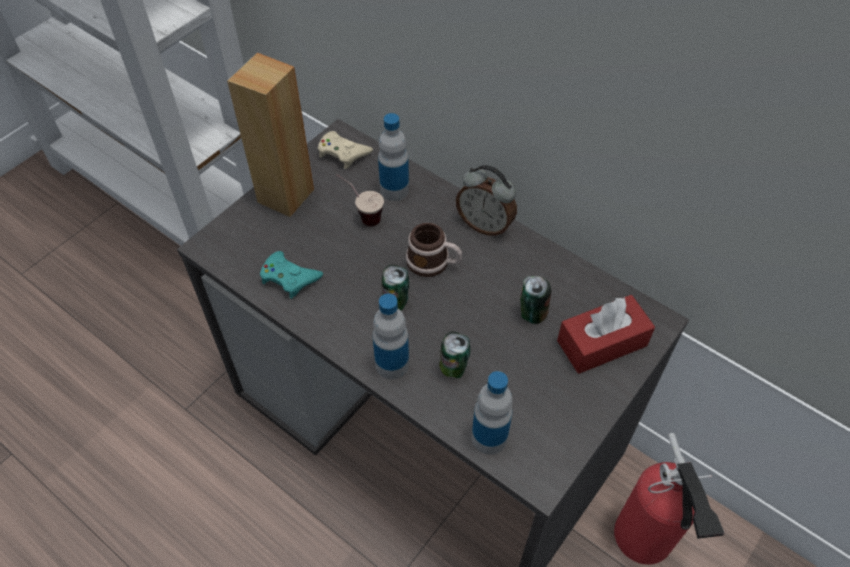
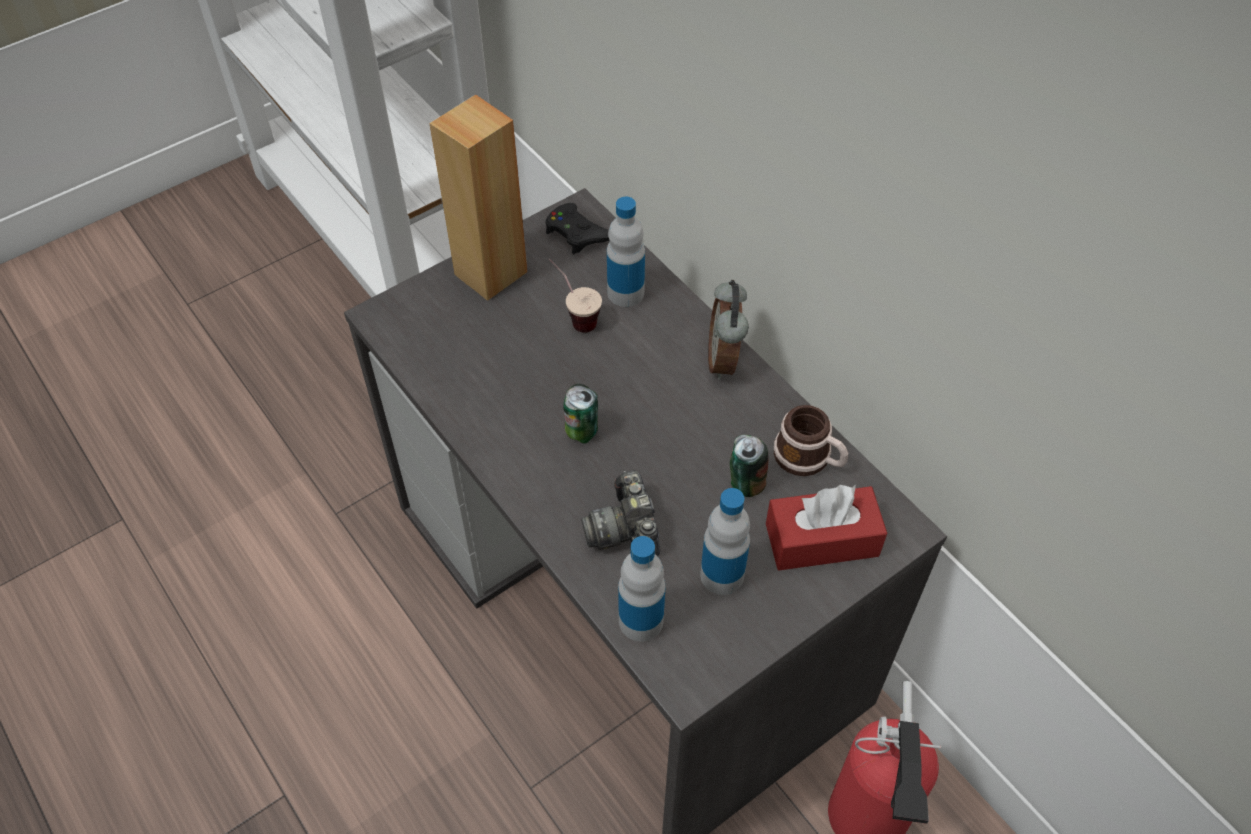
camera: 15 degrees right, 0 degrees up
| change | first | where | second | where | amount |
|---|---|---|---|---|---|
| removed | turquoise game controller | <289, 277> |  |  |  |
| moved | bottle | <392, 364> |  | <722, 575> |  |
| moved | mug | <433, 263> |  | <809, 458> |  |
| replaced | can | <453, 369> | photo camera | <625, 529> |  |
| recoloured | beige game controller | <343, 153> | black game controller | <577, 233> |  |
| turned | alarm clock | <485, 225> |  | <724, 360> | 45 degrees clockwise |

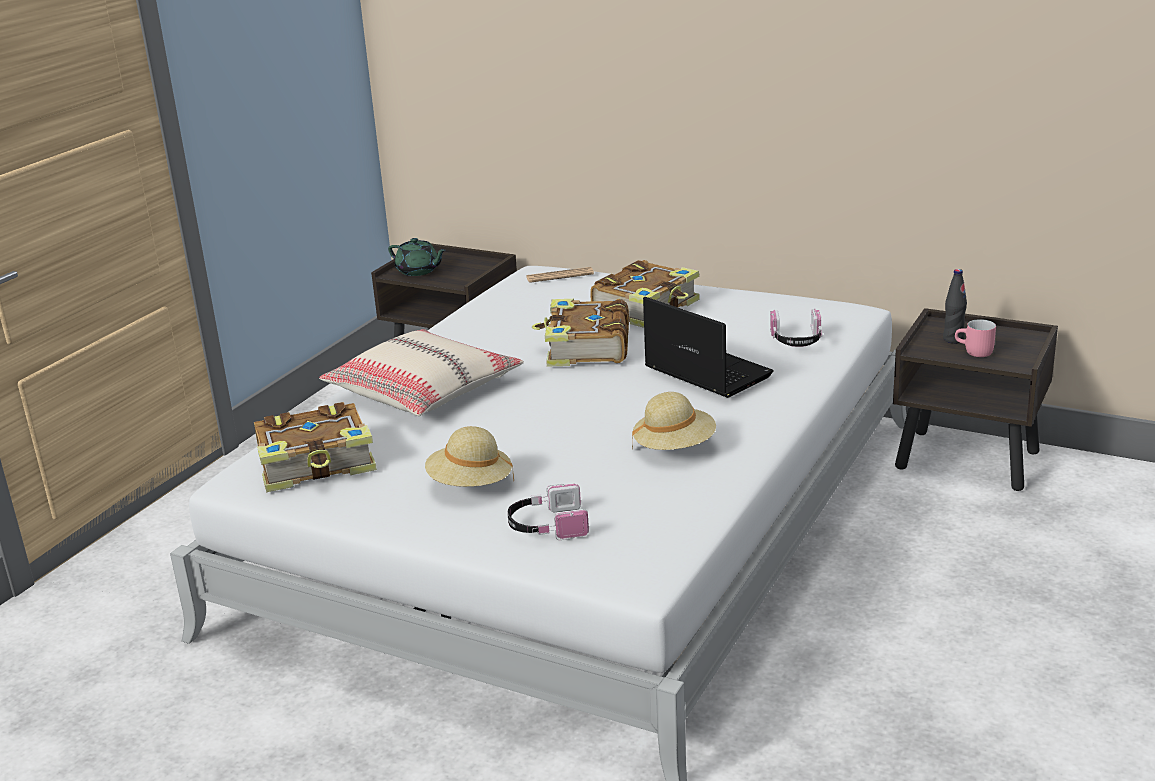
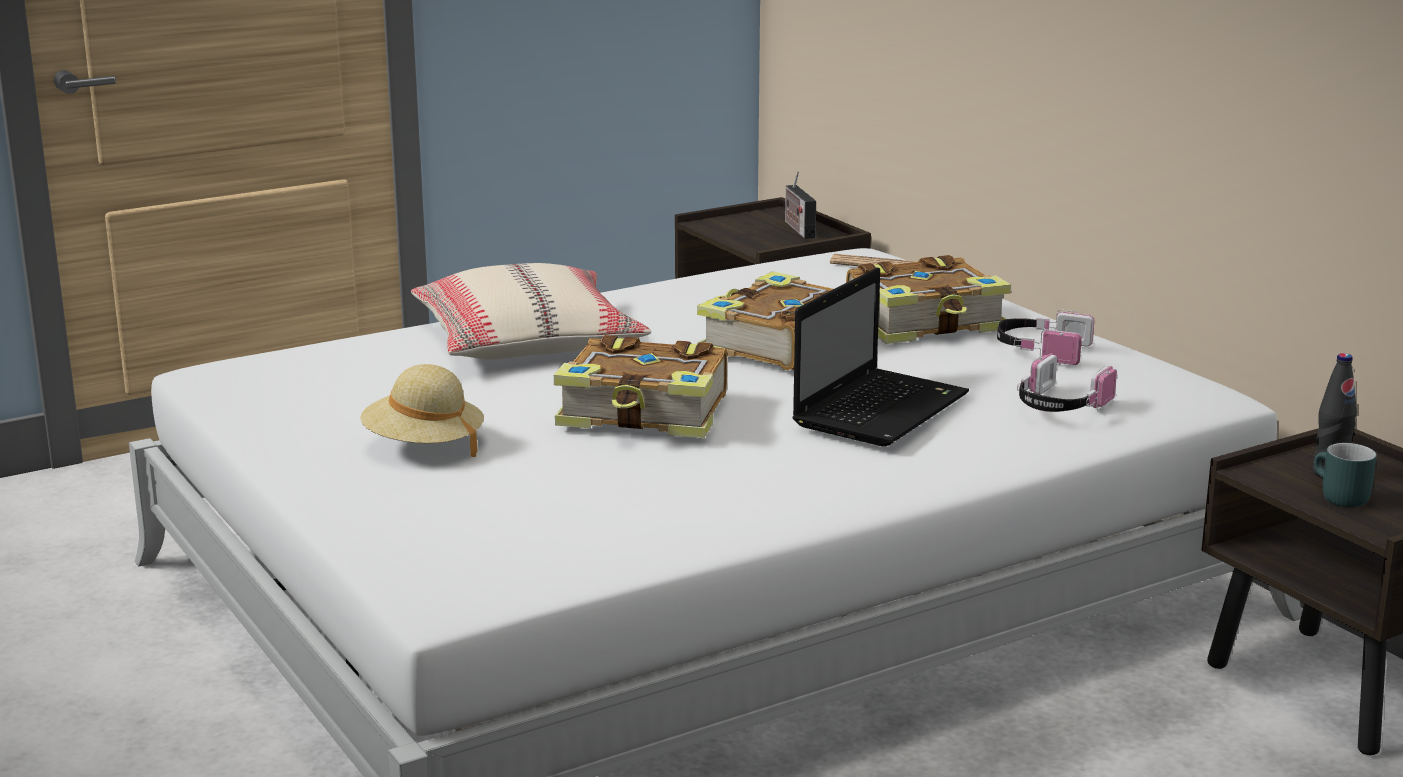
camera: 30 degrees right, 5 degrees down
| change | first | where | second | where | amount |
|---|---|---|---|---|---|
| removed | green teapot | <418, 271> |  |  |  |
| removed | beige hat | <674, 447> |  |  |  |
| added |  |  | radio | <797, 229> |  |
| moved | book | <317, 463> |  | <646, 413> |  |
| moved | headphones | <547, 526> |  | <1041, 351> |  |
| recoloured | pink mug | <974, 352> | turquoise mug | <1336, 497> |  |
| turned | laptop | <705, 372> |  | <881, 409> | 45 degrees clockwise |

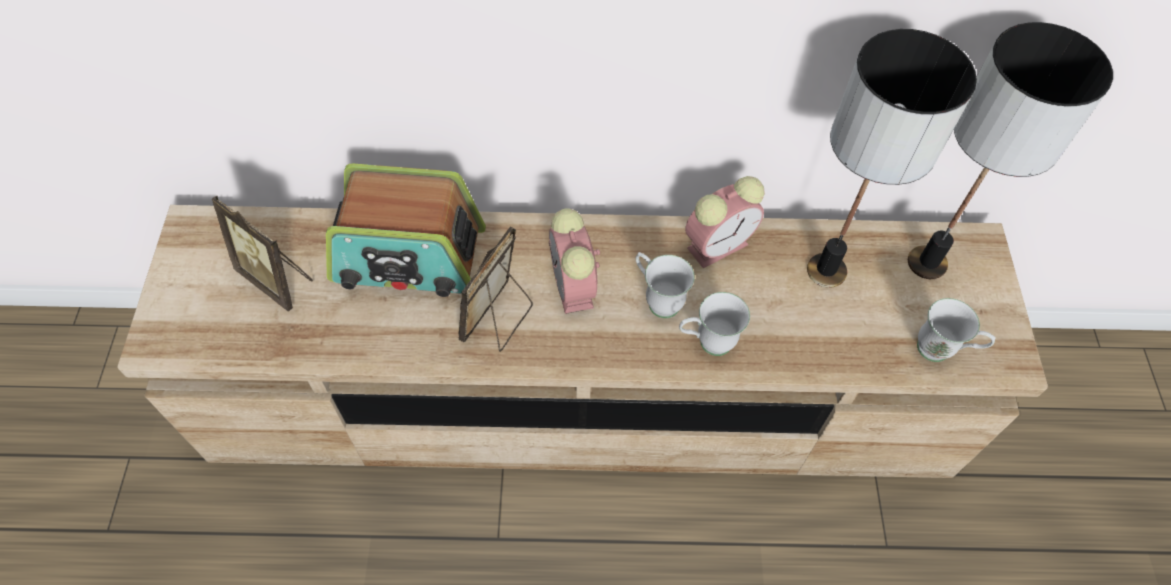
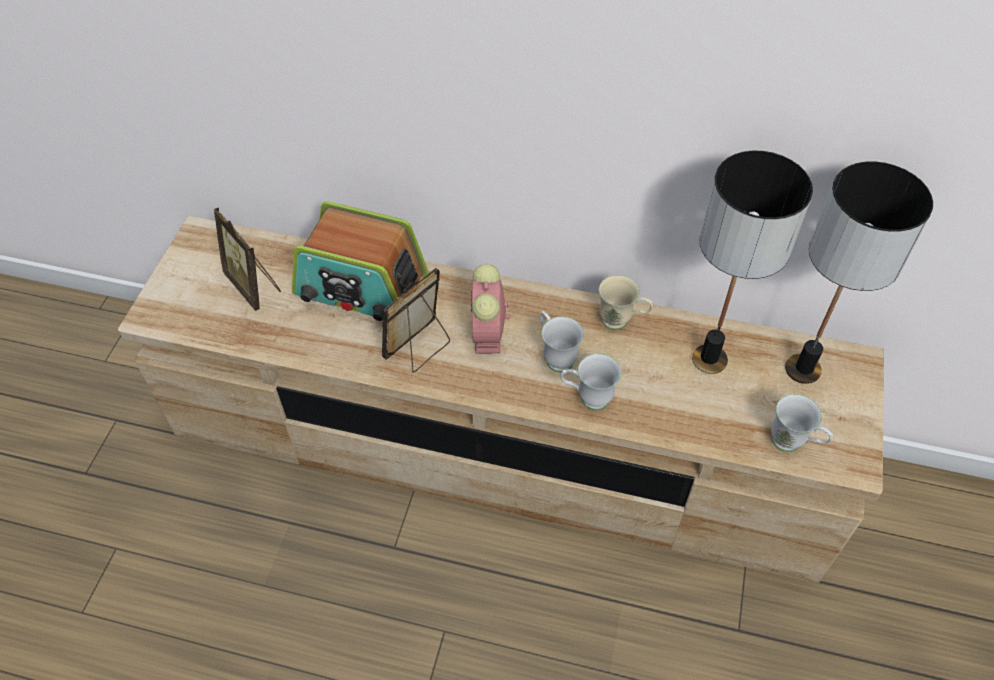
camera: 15 degrees right, 5 degrees down
| change | first | where | second | where | amount |
|---|---|---|---|---|---|
| replaced | alarm clock | <719, 244> | beige mug | <621, 322> |  |

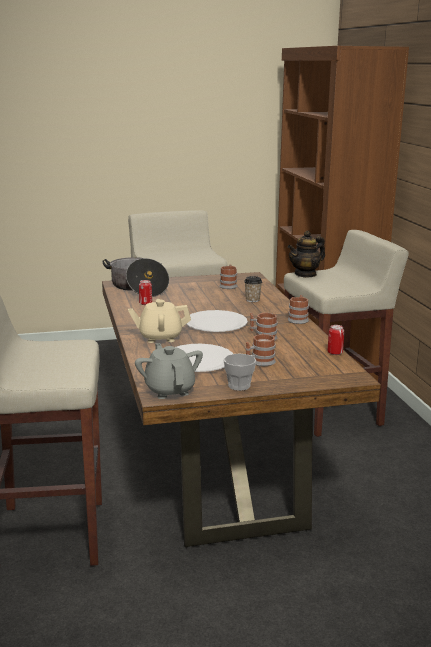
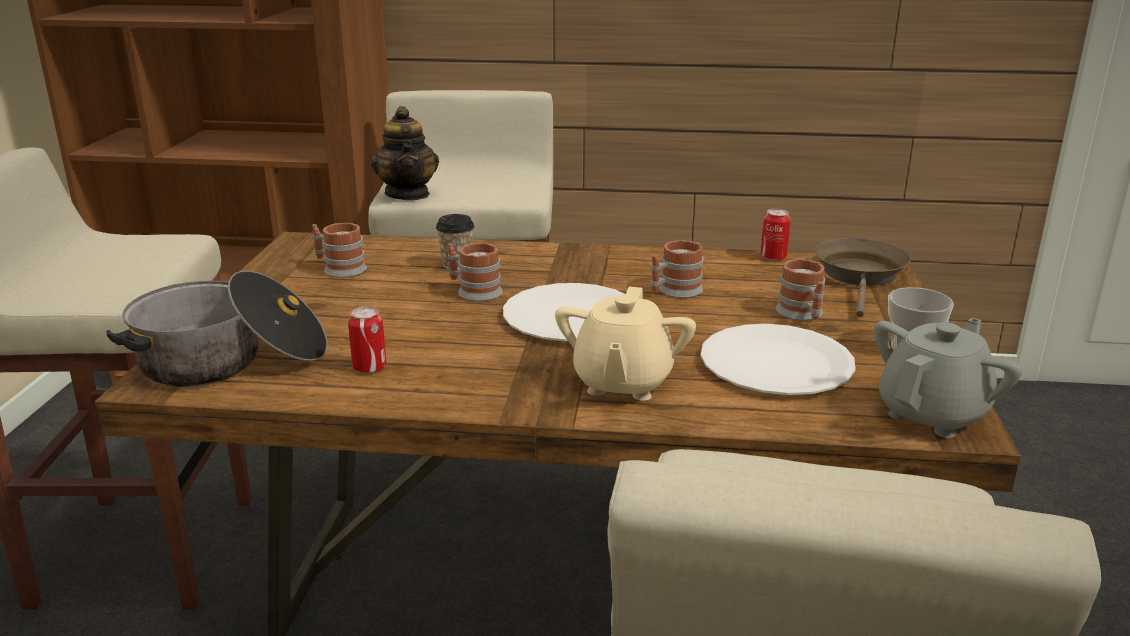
camera: 70 degrees left, 5 degrees up
| change | first | where | second | where | amount |
|---|---|---|---|---|---|
| added |  |  | brown frying pan | <860, 276> |  |
| moved | mug | <298, 319> |  | <473, 291> |  |
| turned | grey teapot | <169, 390> |  | <933, 414> | 135 degrees clockwise |

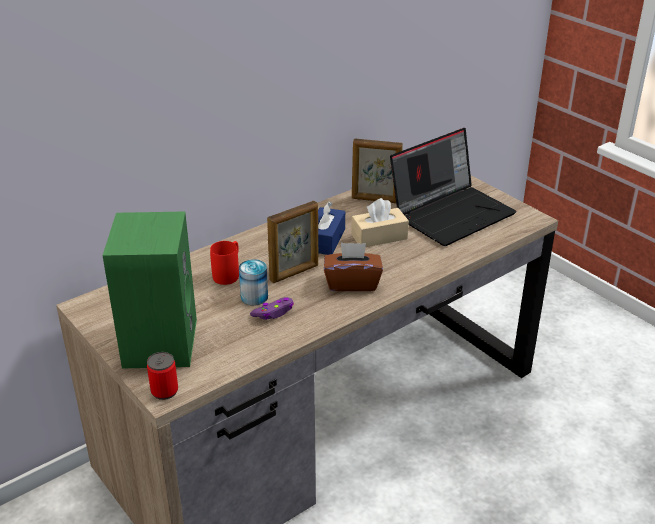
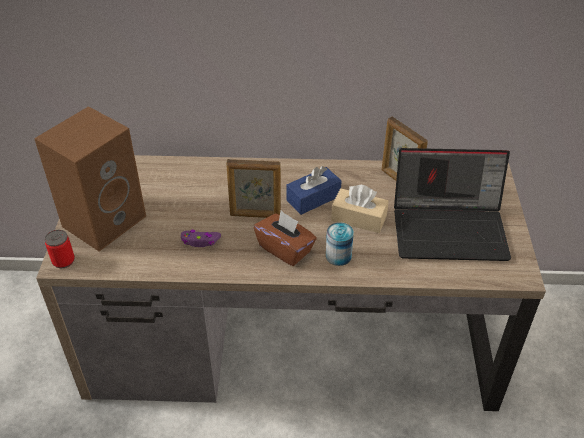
camera: 40 degrees right, 10 degrees up
| change | first | where | second | where | amount |
|---|---|---|---|---|---|
| removed | red mug | <229, 274> |  |  |  |
| moved | can | <254, 297> |  | <338, 256> |  |
| recoloured | green speaker | <158, 342> | brown speaker | <104, 219> |  |

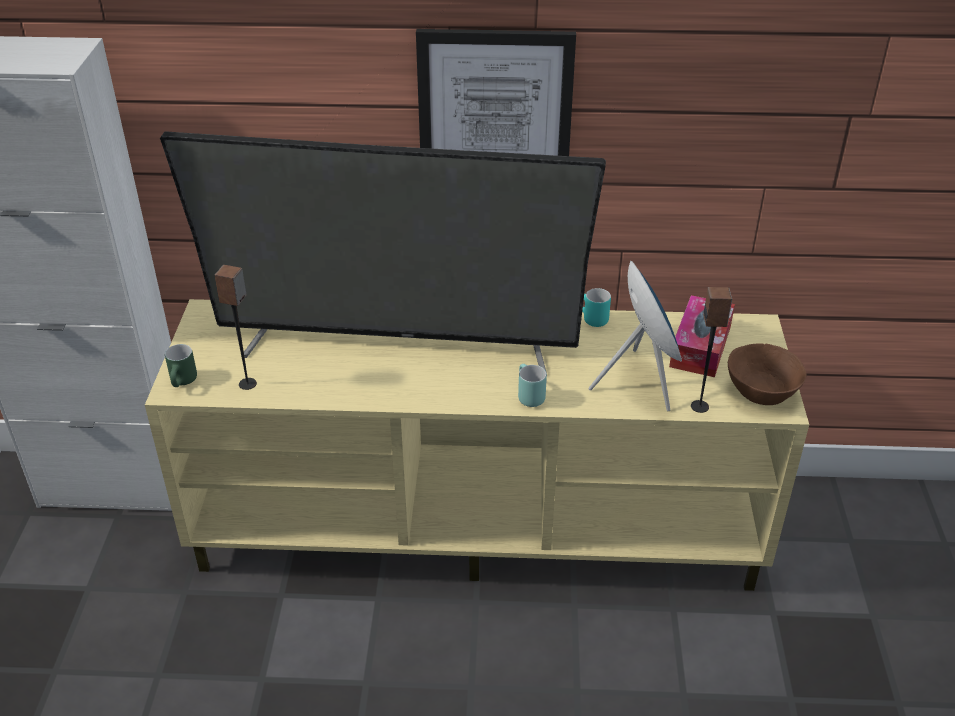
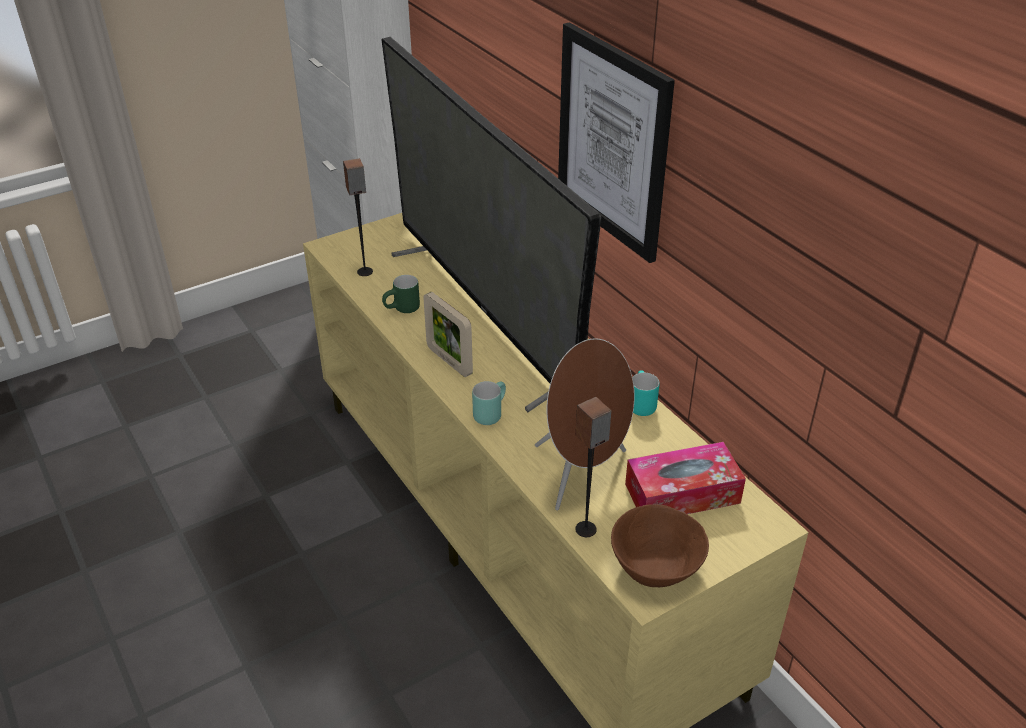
camera: 55 degrees right, 0 degrees up
| change | first | where | second | where | amount |
|---|---|---|---|---|---|
| added |  |  | picture frame | <449, 361> |  |
| moved | green mug | <184, 382> |  | <403, 310> |  |
| recoloured | blue speaker | <640, 381> | brown speaker | <582, 473> |  |

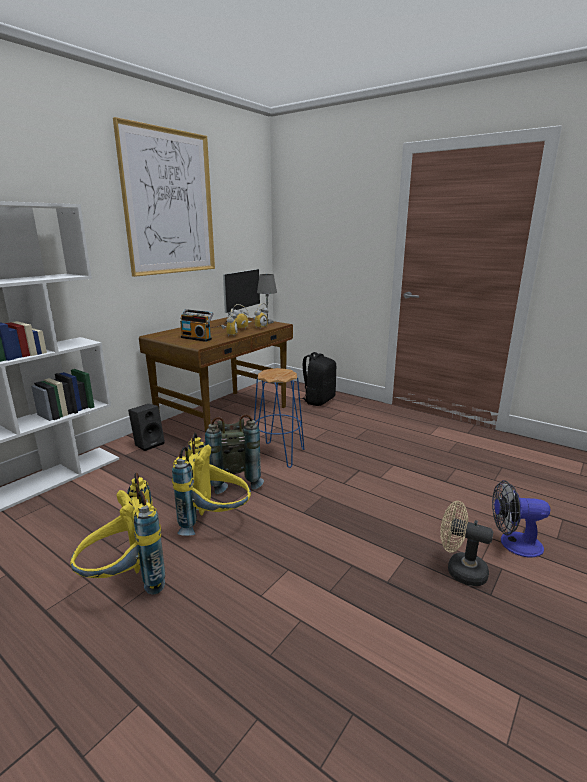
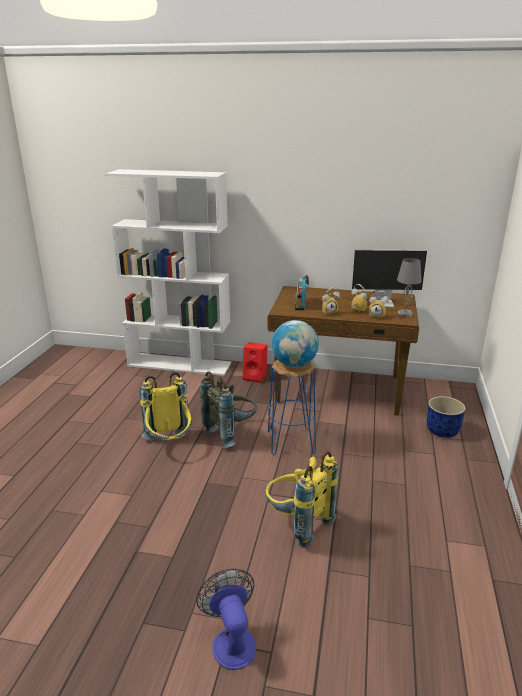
camera: 65 degrees right, 5 degrees up
| change | first | where | second | where | amount |
|---|---|---|---|---|---|
| removed | picture | <169, 203> |  |  |  |
| removed | beige fan | <460, 570> |  |  |  |
| added |  |  | globe | <294, 364> |  |
| moved | yellow backpack | <125, 583> |  | <297, 523> |  |
| replaced | black backpack | <318, 400> | blue planter | <442, 431> |  |
| recoloured | black speaker | <149, 443> | red speaker | <255, 377> |  |

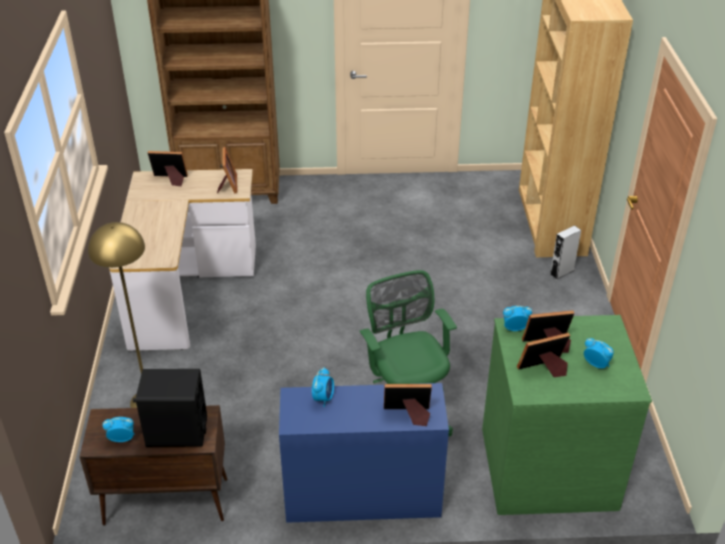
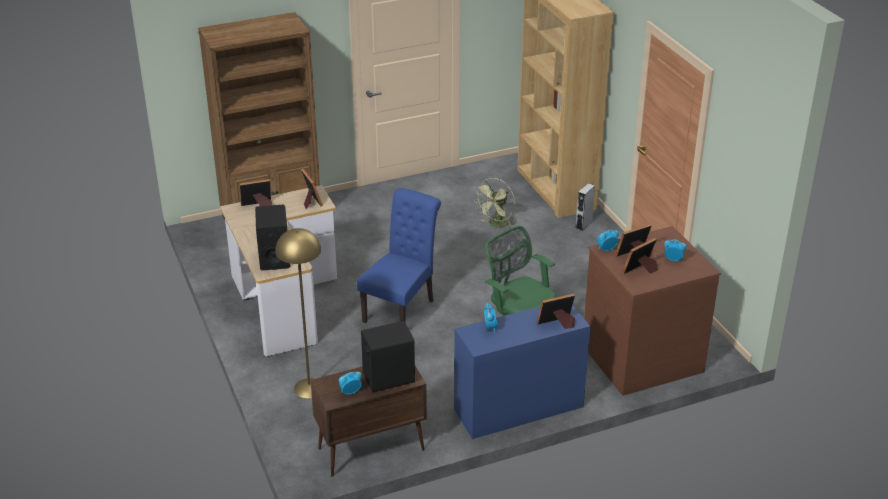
camera: 20 degrees left, 5 degrees down
| change | first | where | second | where | amount |
|---|---|---|---|---|---|
| added |  |  | black speaker | <274, 257> |  |
| added |  |  | blue chair | <402, 309> |  |
| added |  |  | green fan | <496, 225> |  |
| recoloured | green dresser | <547, 466> | brown dresser | <641, 357> |  |

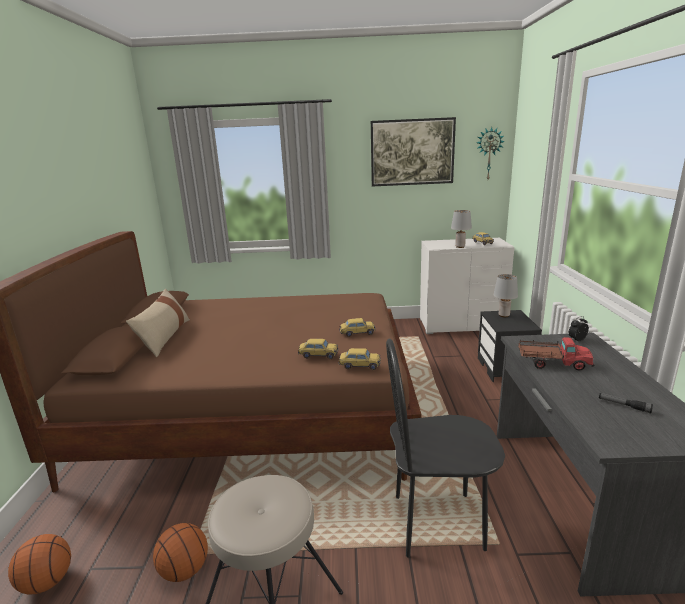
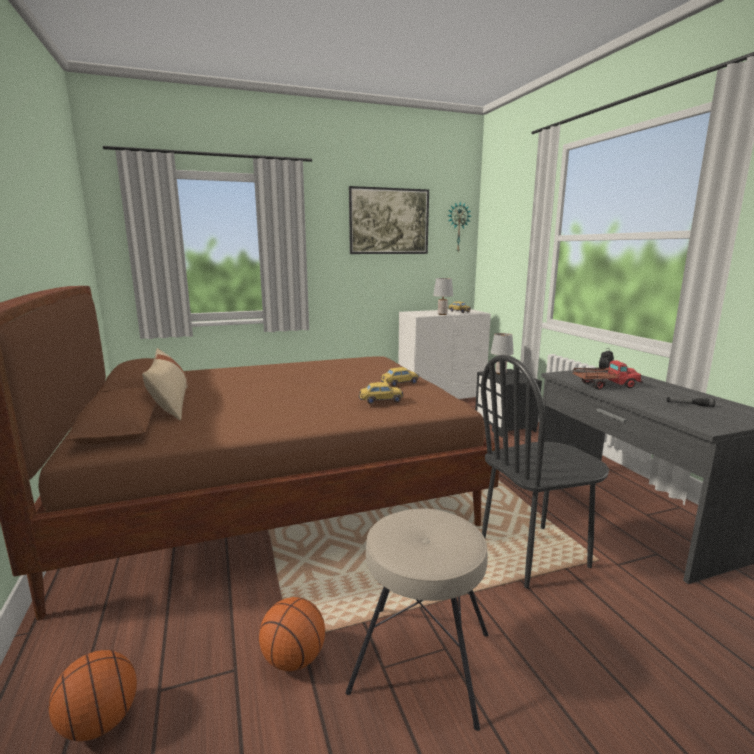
camera: 20 degrees left, 5 degrees down
| change | first | where | second | where | amount |
|---|---|---|---|---|---|
| removed | toy car | <359, 366> |  |  |  |

